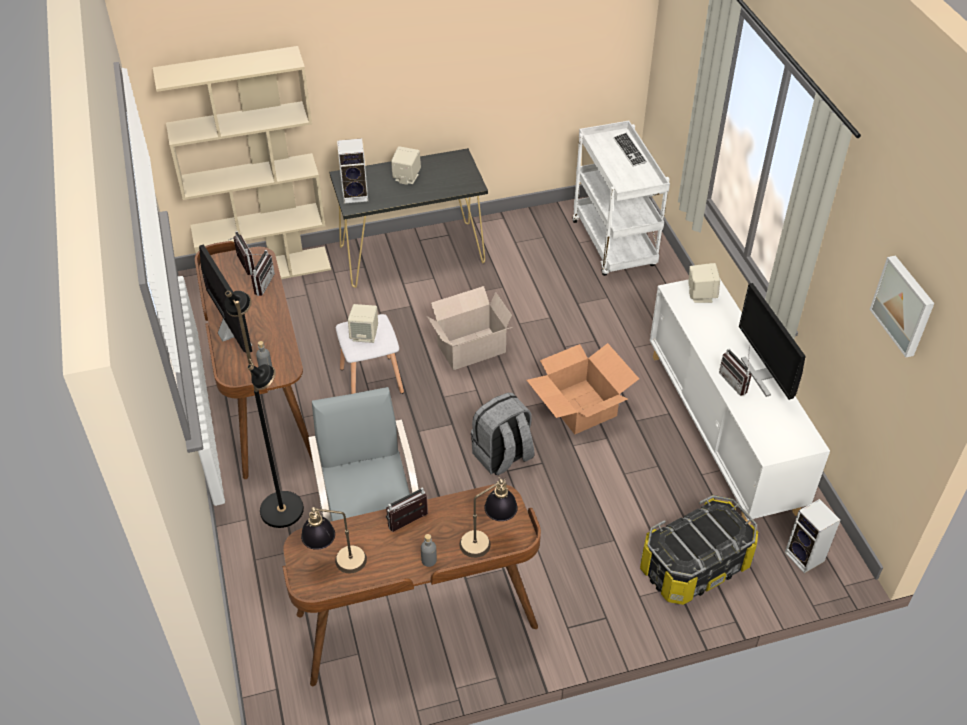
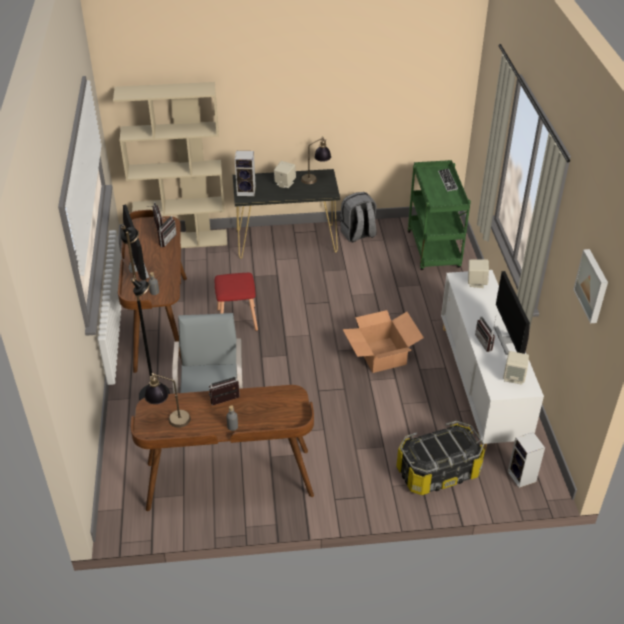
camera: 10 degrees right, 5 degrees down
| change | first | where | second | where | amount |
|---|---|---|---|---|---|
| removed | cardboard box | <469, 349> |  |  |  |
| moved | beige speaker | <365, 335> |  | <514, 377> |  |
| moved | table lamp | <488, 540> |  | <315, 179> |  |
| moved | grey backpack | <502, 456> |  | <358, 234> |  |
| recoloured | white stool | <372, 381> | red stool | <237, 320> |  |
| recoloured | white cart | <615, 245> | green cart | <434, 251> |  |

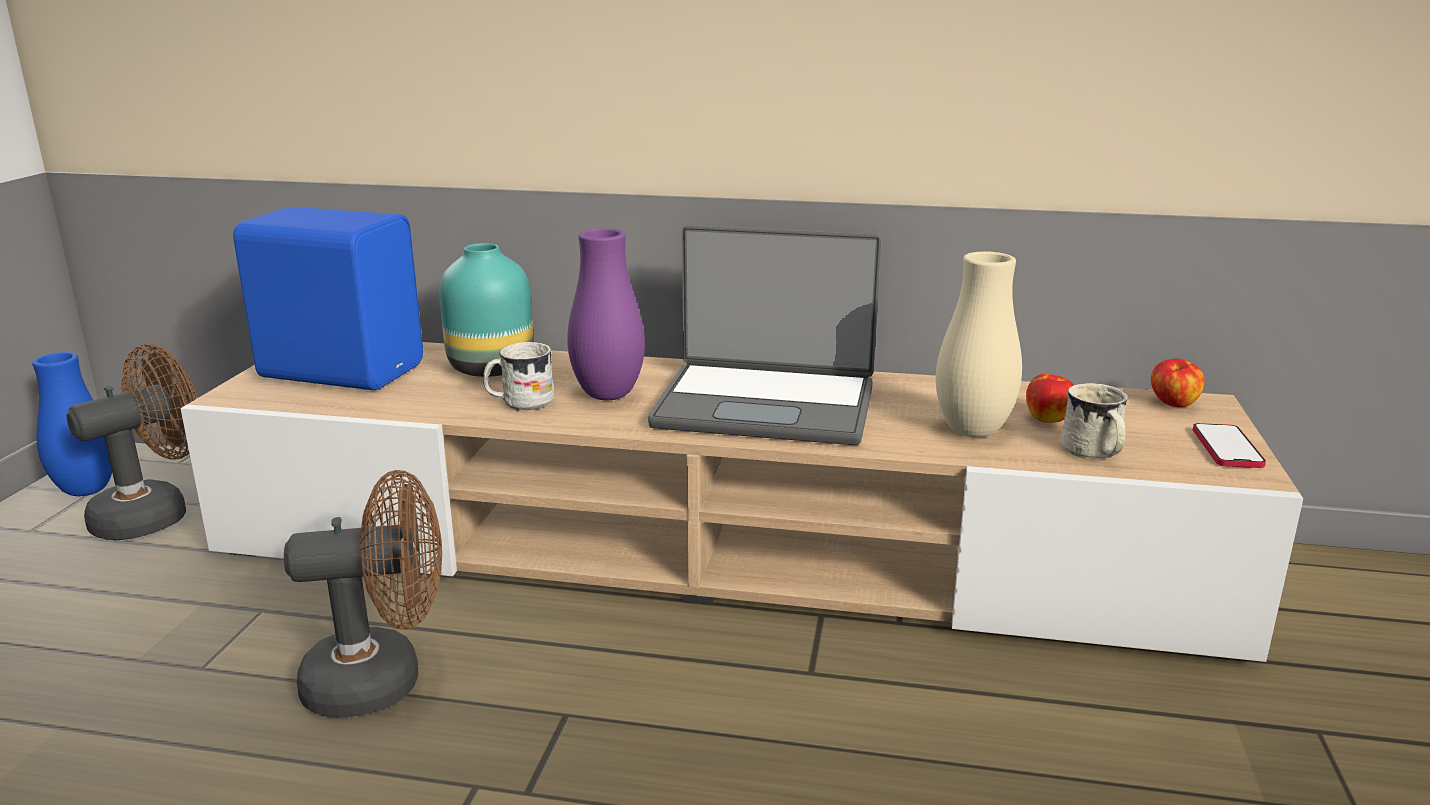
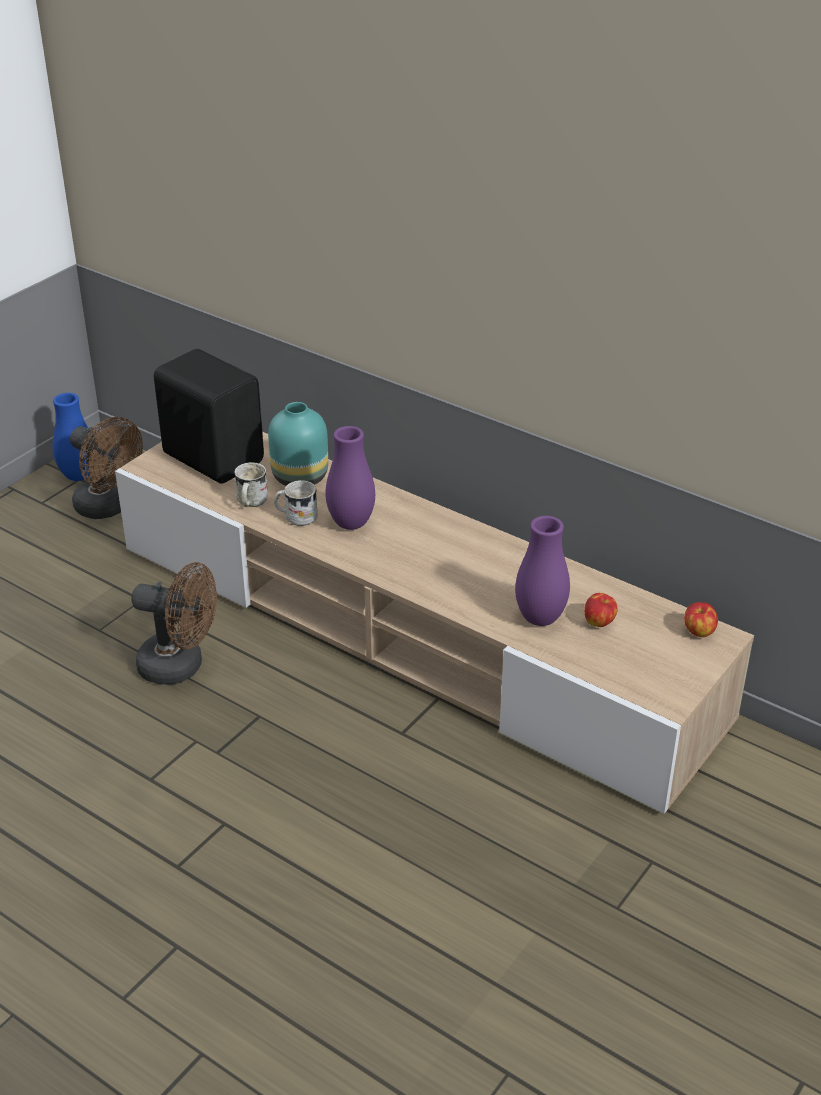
camera: 25 degrees right, 15 degrees up
| change | first | where | second | where | amount |
|---|---|---|---|---|---|
| removed | laptop | <766, 405> |  |  |  |
| removed | phone | <1227, 448> |  |  |  |
| moved | white mug | <1094, 454> |  | <250, 502> |  |
| recoloured | blue speaker | <342, 370> | black speaker | <214, 457> |  |
| recoloured | beige vase | <972, 431> | purple vase | <540, 618> |  |
| turned | brown fan | <155, 514> |  | <109, 507> | 60 degrees clockwise |

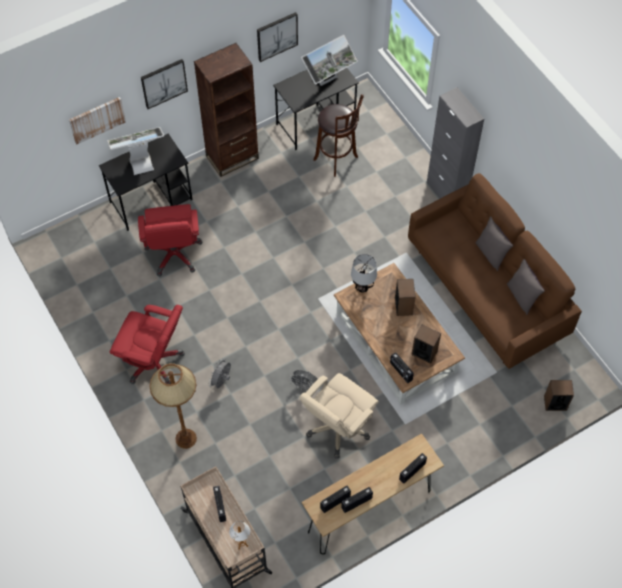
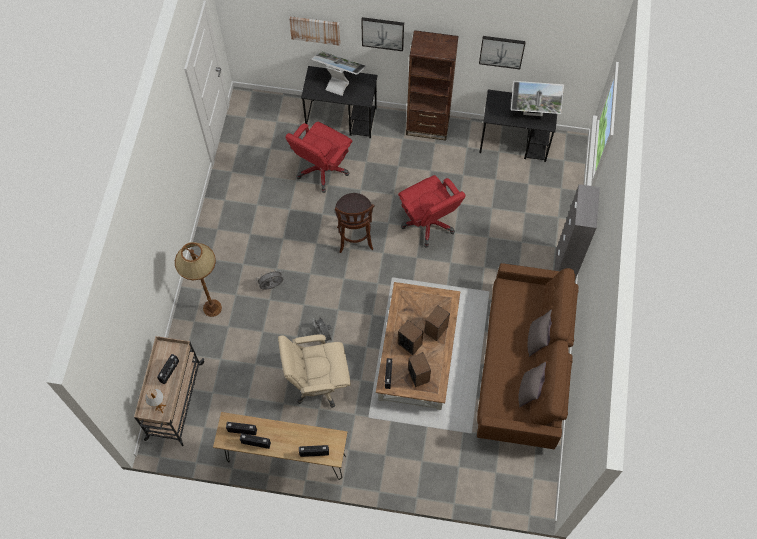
camera: 40 degrees right, 5 degrees up
| change | first | where | second | where | amount |
|---|---|---|---|---|---|
| removed | table lamp | <363, 288> |  |  |  |
| moved | red office chair | <154, 361> |  | <428, 223> |  |
| moved | brown stool | <337, 159> |  | <355, 240> |  |
| moved | speaker | <555, 403> |  | <409, 343> |  |

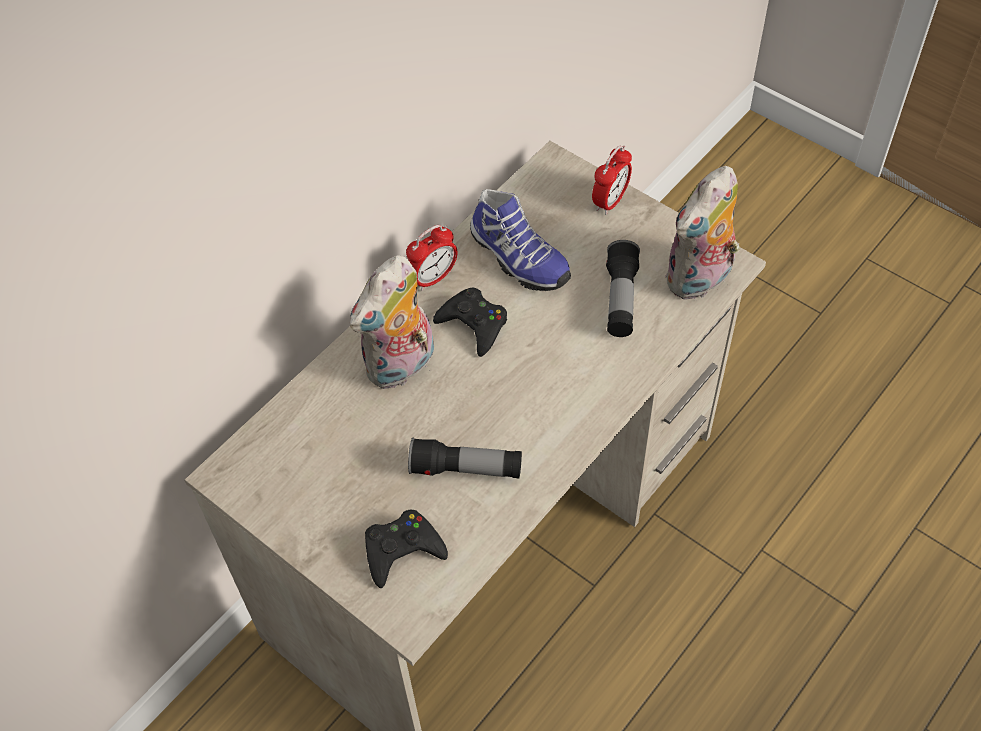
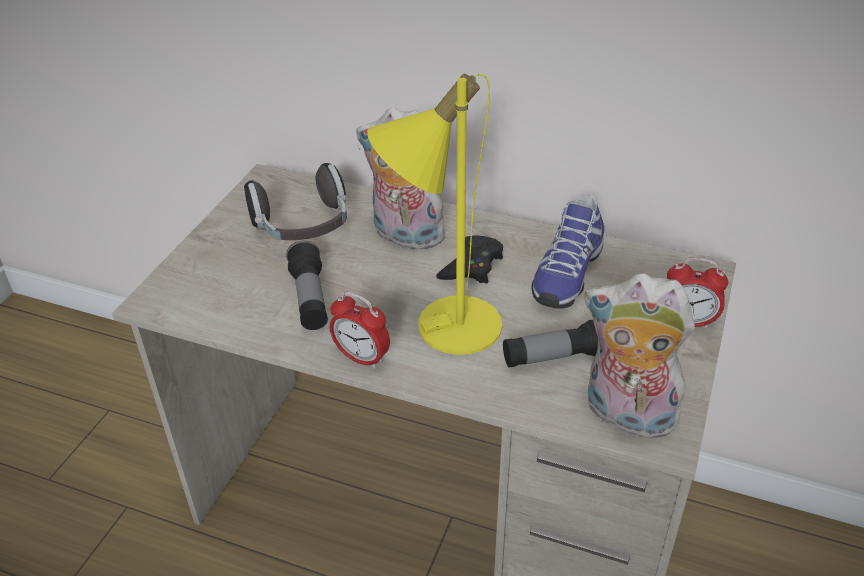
camera: 70 degrees right, 15 degrees down
| change | first | where | second | where | amount |
|---|---|---|---|---|---|
| removed | black game controller | <402, 550> |  |  |  |
| added |  |  | headphones | <303, 228> |  |
| added |  |  | yellow table lamp | <442, 323> |  |
| moved | alarm clock | <433, 278> |  | <362, 358> |  |

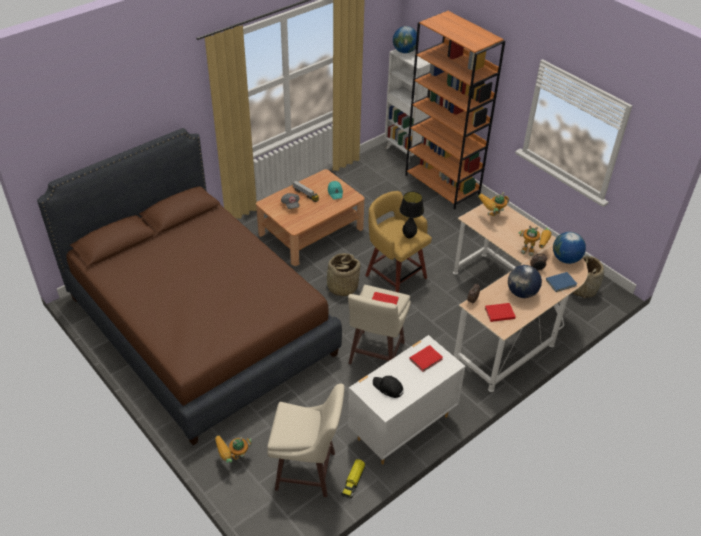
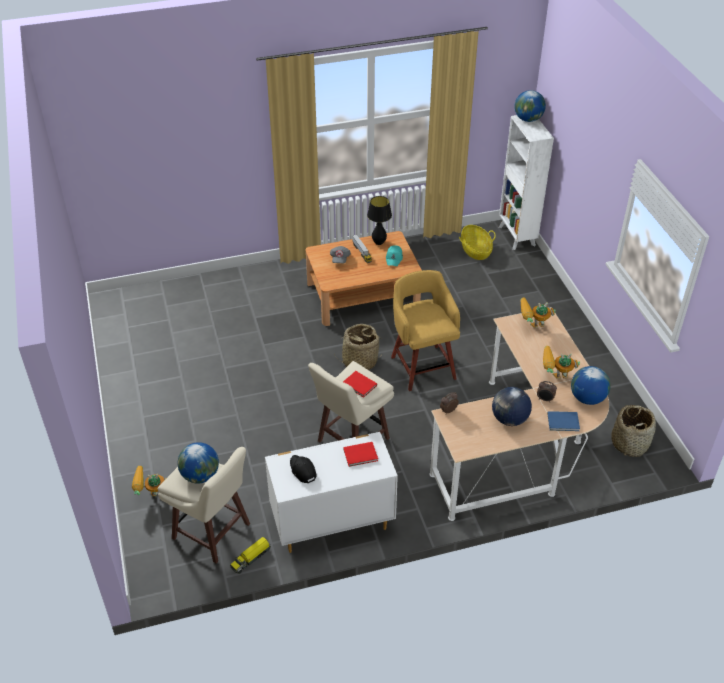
camera: 25 degrees right, 0 degrees up
| change | first | where | second | where | amount |
|---|---|---|---|---|---|
| removed | brown bed | <200, 325> |  |  |  |
| removed | orange bookcase | <442, 185> |  |  |  |
| removed | red book | <498, 313> |  |  |  |
| added |  |  | globe | <200, 475> |  |
| added |  |  | basket | <475, 250> |  |
| moved | black table lamp | <409, 236> |  | <379, 243> |  |
| turned | toy robot | <533, 251> |  | <554, 379> | 135 degrees clockwise |

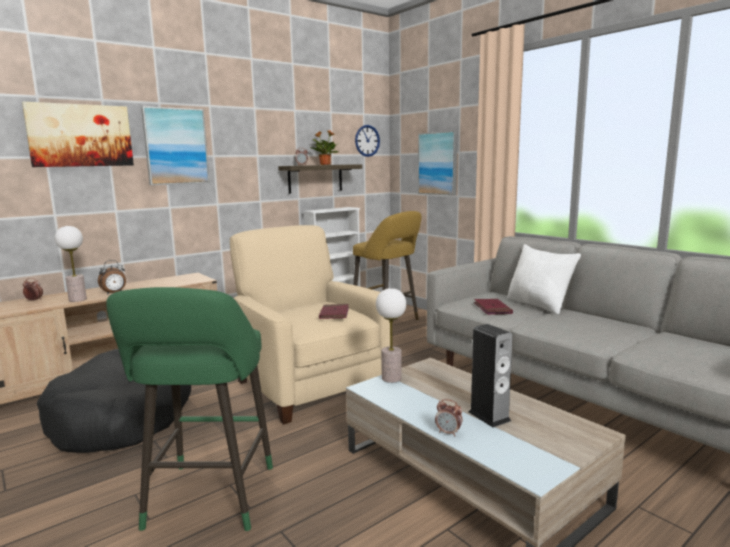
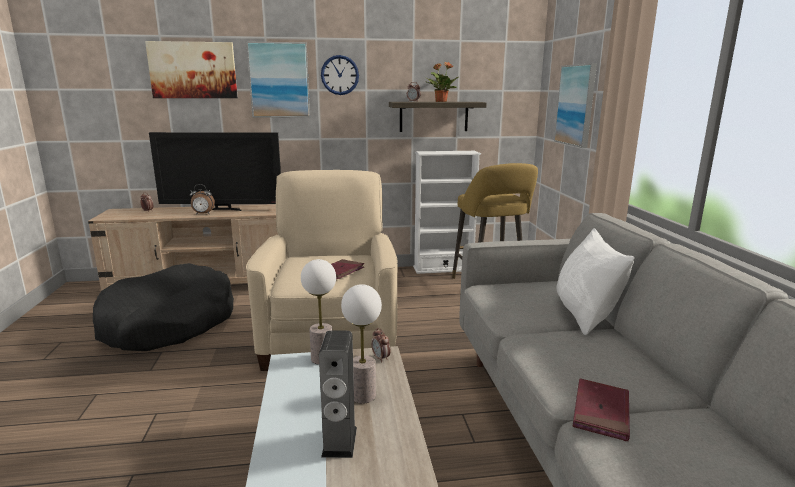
camera: 30 degrees right, 5 degrees up
| change | first | where | second | where | amount |
|---|---|---|---|---|---|
| removed | green stool | <208, 501> |  |  |  |
| added |  |  | television | <222, 209> |  |
| moved | table lamp | <78, 299> |  | <363, 396> |  |
| moved | wall clock | <367, 140> |  | <340, 75> |  |
| moved | alarm clock | <448, 433> |  | <381, 358> |  |
| moved | red book | <492, 309> |  | <601, 412> |  |

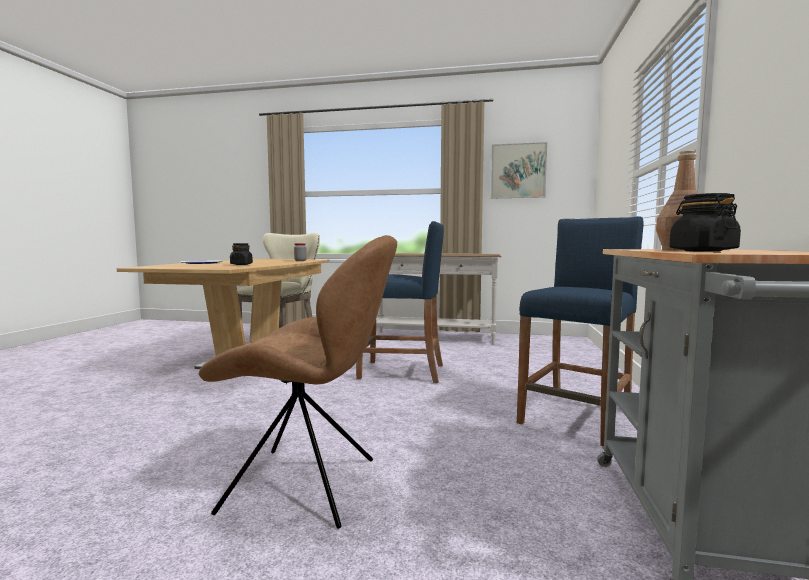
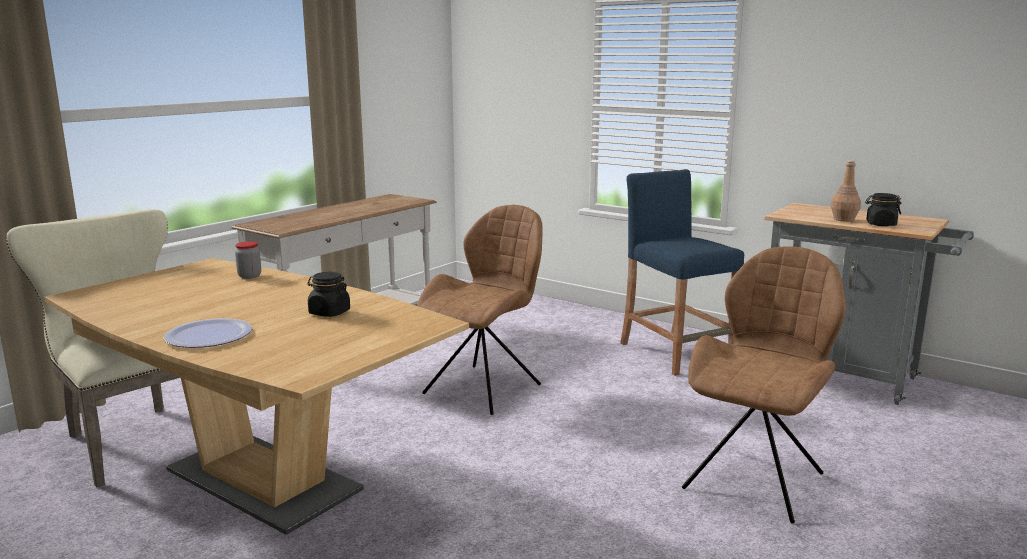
camera: 65 degrees left, 10 degrees up
| change | first | where | second | where | amount |
|---|---|---|---|---|---|
| removed | picture | <518, 171> |  |  |  |
| replaced | blue stool | <401, 372> | brown chair | <485, 388> |  |

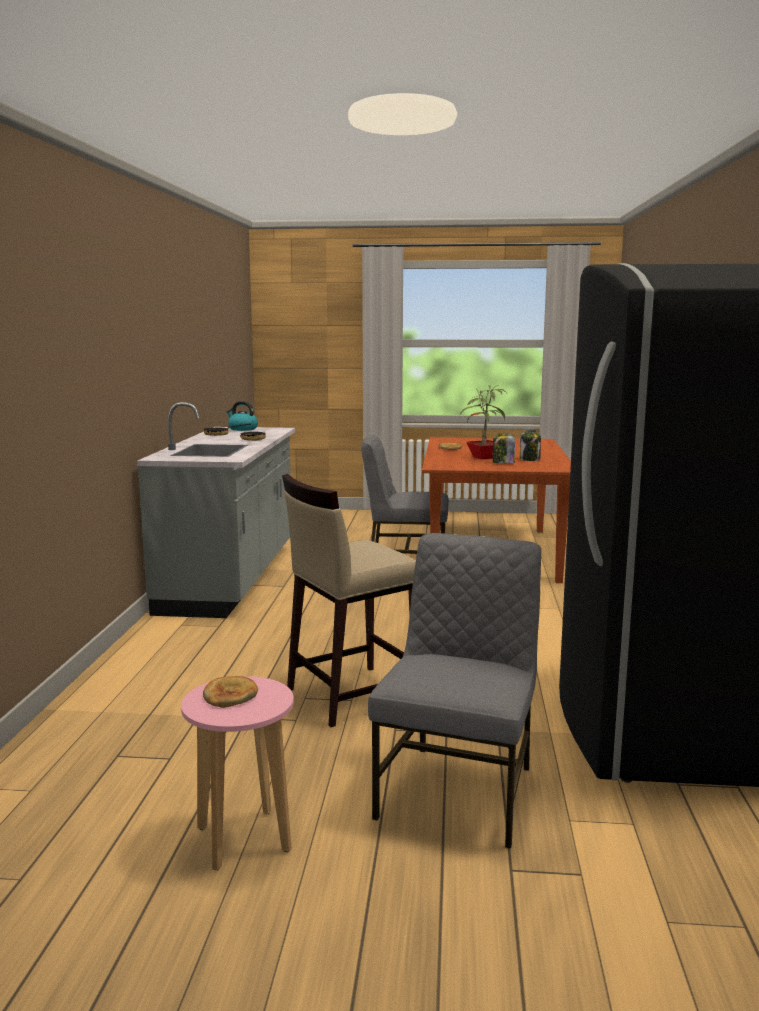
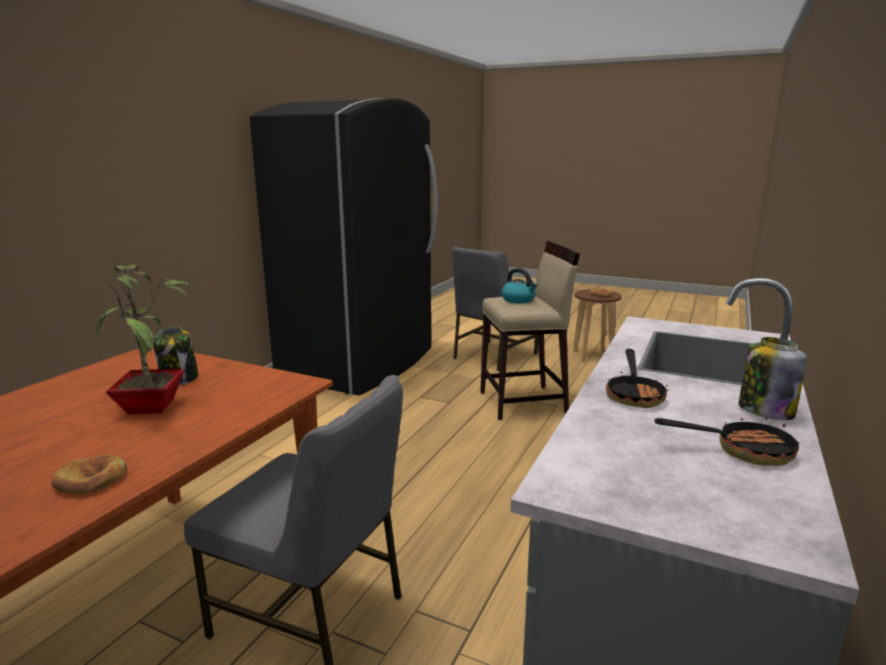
camera: 160 degrees left, 5 degrees up
| change | first | where | second | where | amount |
|---|---|---|---|---|---|
| moved | kettle | <242, 429> |  | <519, 300> |  |
| moved | jar | <530, 459> |  | <765, 411> |  |
| recoloured | pink stool | <243, 840> | brown stool | <593, 355> |  |

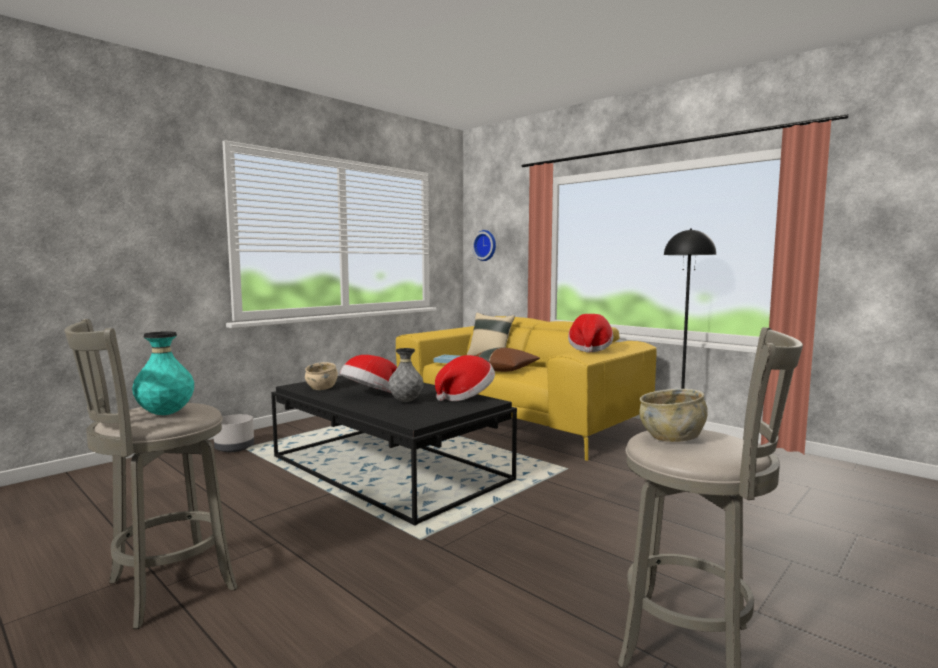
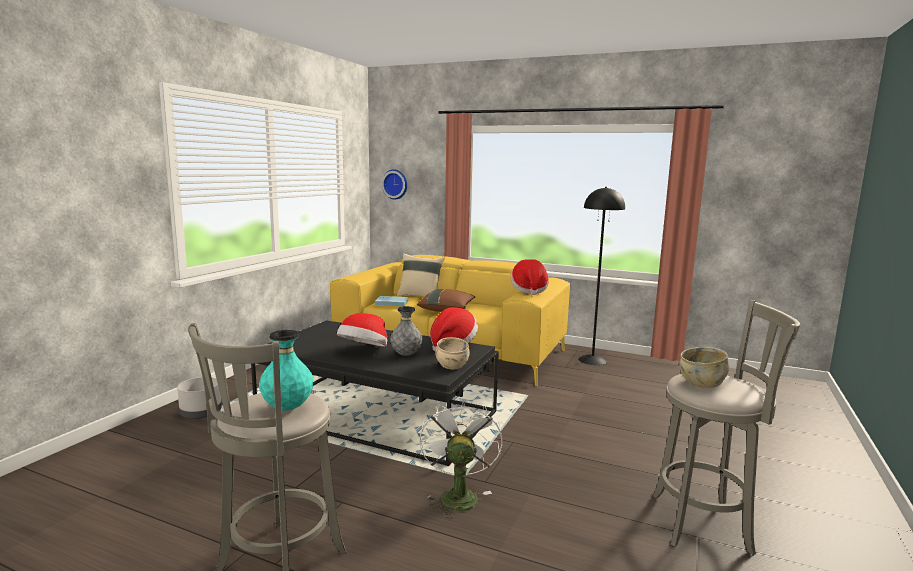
camera: 20 degrees left, 5 degrees up
| change | first | where | second | where | amount |
|---|---|---|---|---|---|
| added |  |  | white fan | <457, 495> |  |
| moved | beige bowl | <321, 388> |  | <452, 366> |  |

